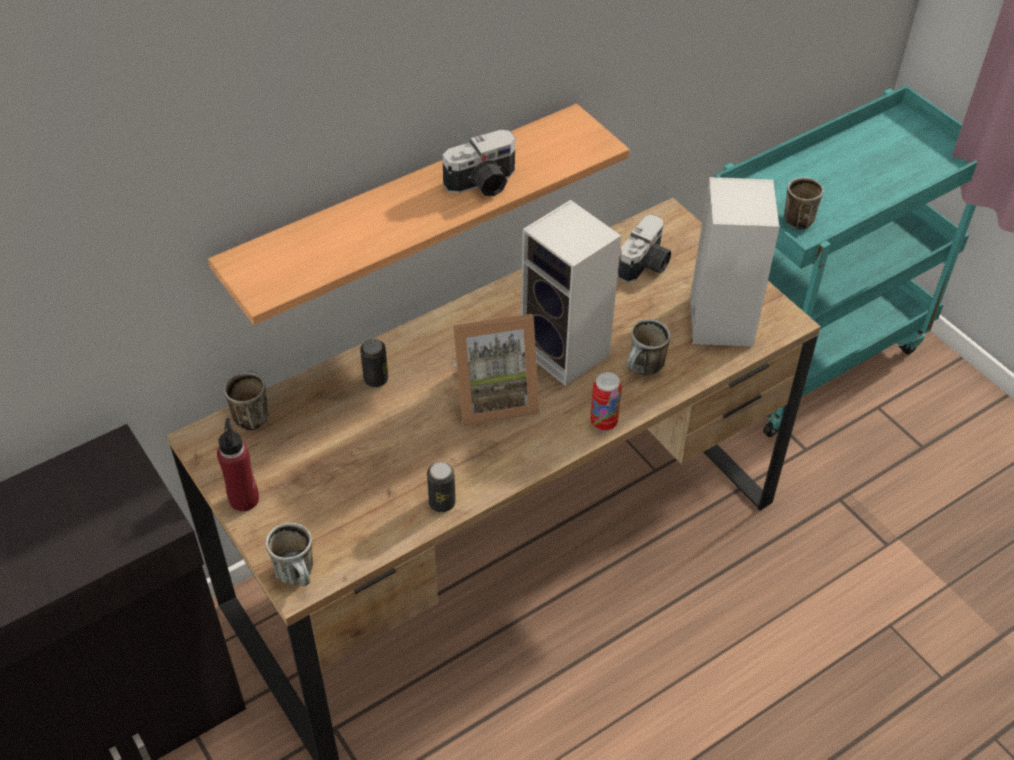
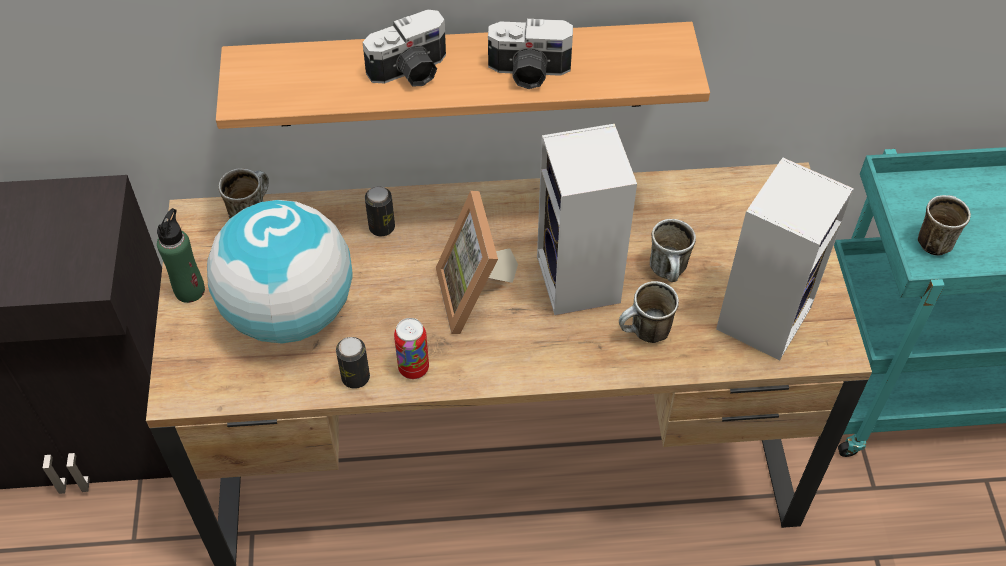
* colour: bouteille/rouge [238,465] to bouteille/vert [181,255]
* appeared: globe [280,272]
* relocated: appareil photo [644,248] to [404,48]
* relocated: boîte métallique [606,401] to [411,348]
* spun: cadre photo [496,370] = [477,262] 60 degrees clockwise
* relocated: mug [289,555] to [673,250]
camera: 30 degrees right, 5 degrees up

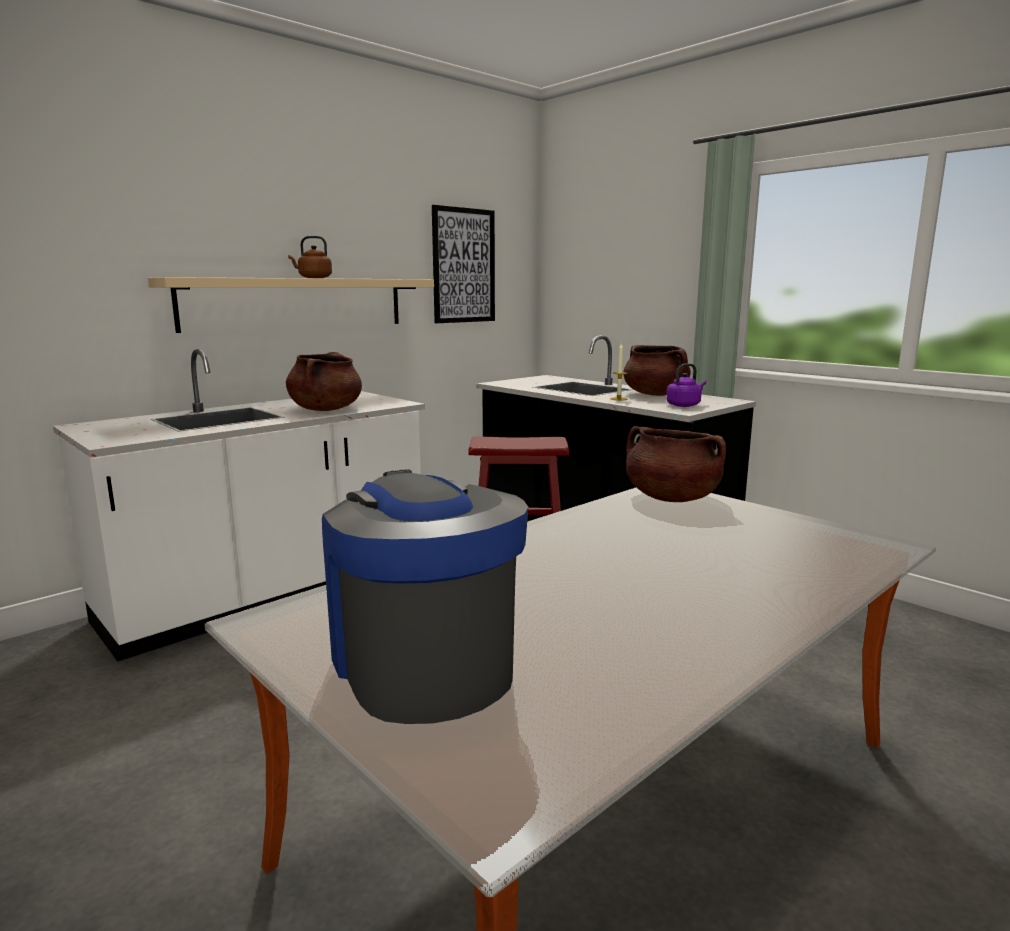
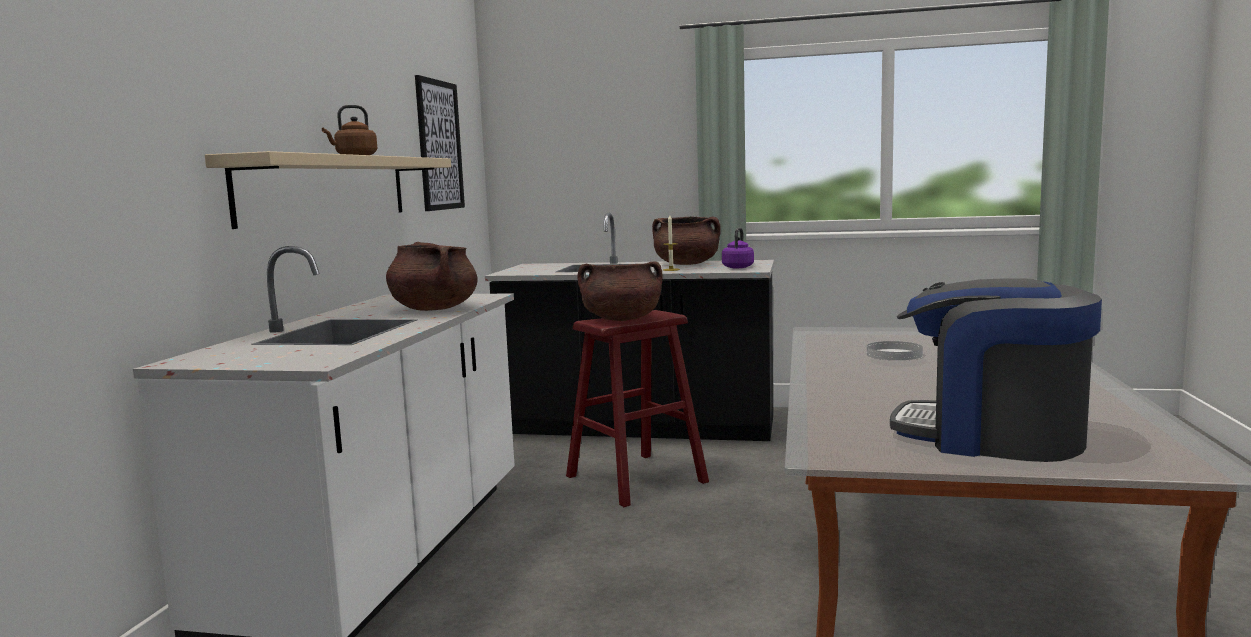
* relocated: marmite/marron [676,464] to [619,291]
* appeared: assiette/blanc [895,350]
camera: 35 degrees left, 5 degrees down

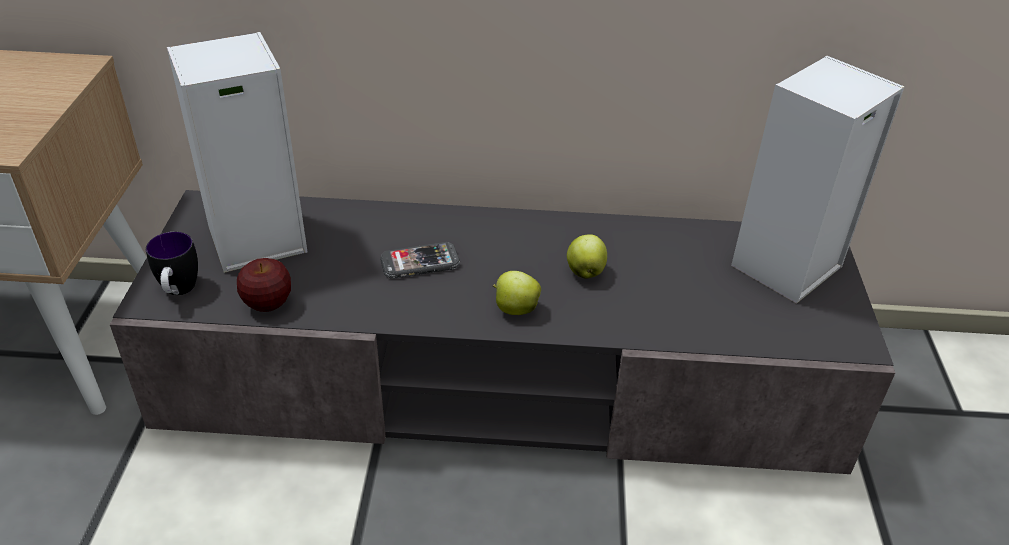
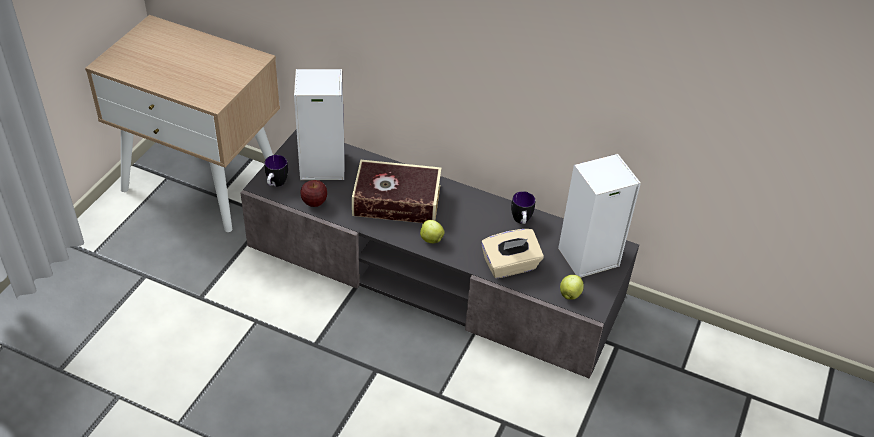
* exchanged: téléphone [420,260] to livre [397,191]
* appeared: boîte à mouchoirs/beige [512,254]
* appeared: mug [523,207]
* relocated: pomme [587,256] to [572,287]
camera: 20 degrees right, 5 degrees up

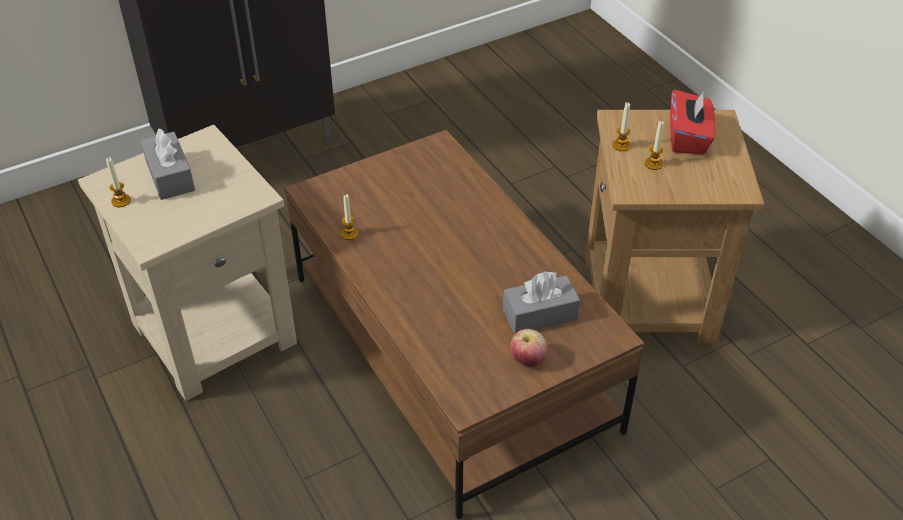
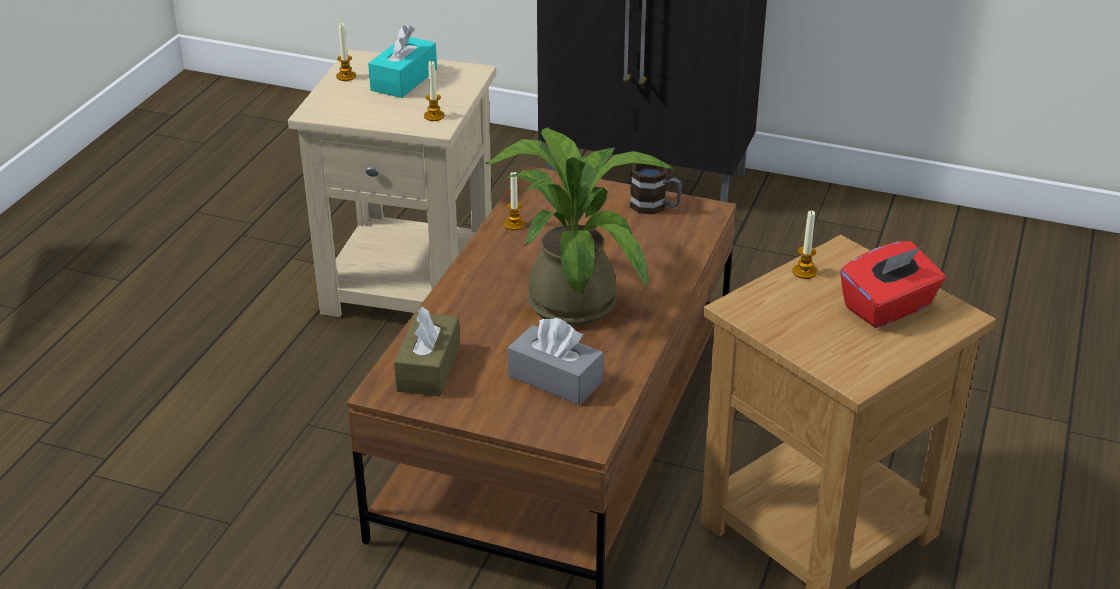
* colour: boîte à mouchoirs/gris [168,164] to boîte à mouchoirs/turquoise [402,61]
* appeared: boîte à mouchoirs/marron [427,351]
* relocated: bougie [654,145] to [434,90]
* appeared: plante en pot [579,226]
* appeared: mug [656,188]
* missing: pomme [528,348]
camera: 50 degrees right, 10 degrees down

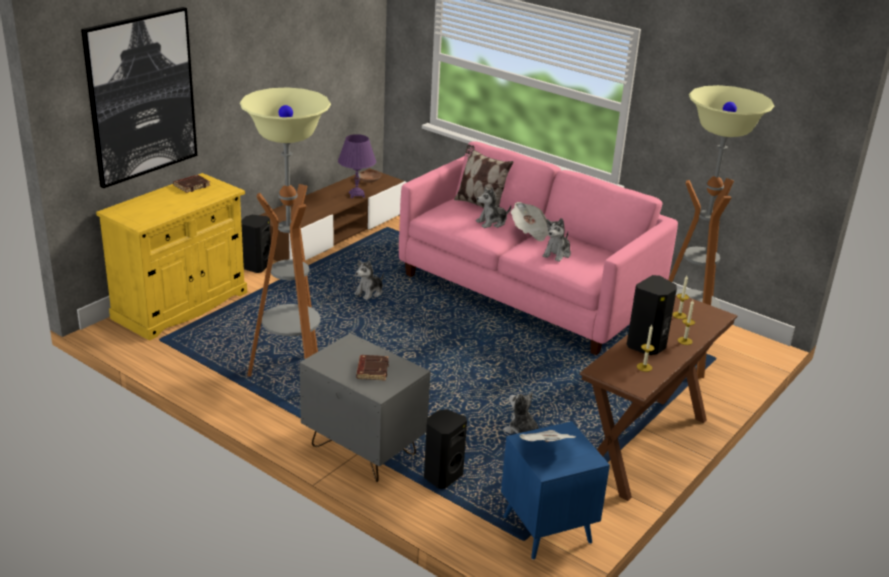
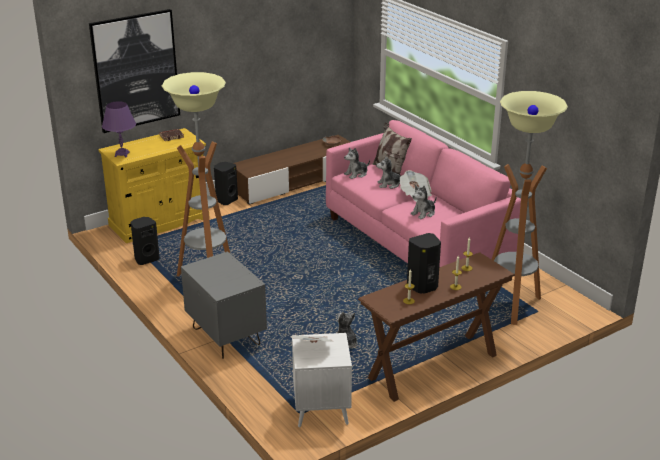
* relocated: lampe de table/violet [357,166] to [119,129]
* relocated: enceinte/noir [445,449] to [145,241]
* colour: table d'appoint/bleu [555,490] to table d'appoint/blanc [322,380]
* relocated: peluche [369,280] to [357,163]
* missing: livre/marron [372,368]
camera: 20 degrees right, 0 degrees up

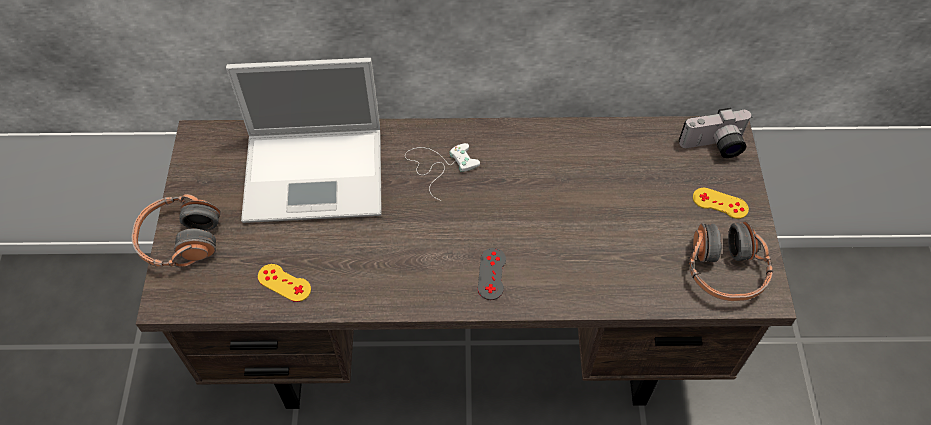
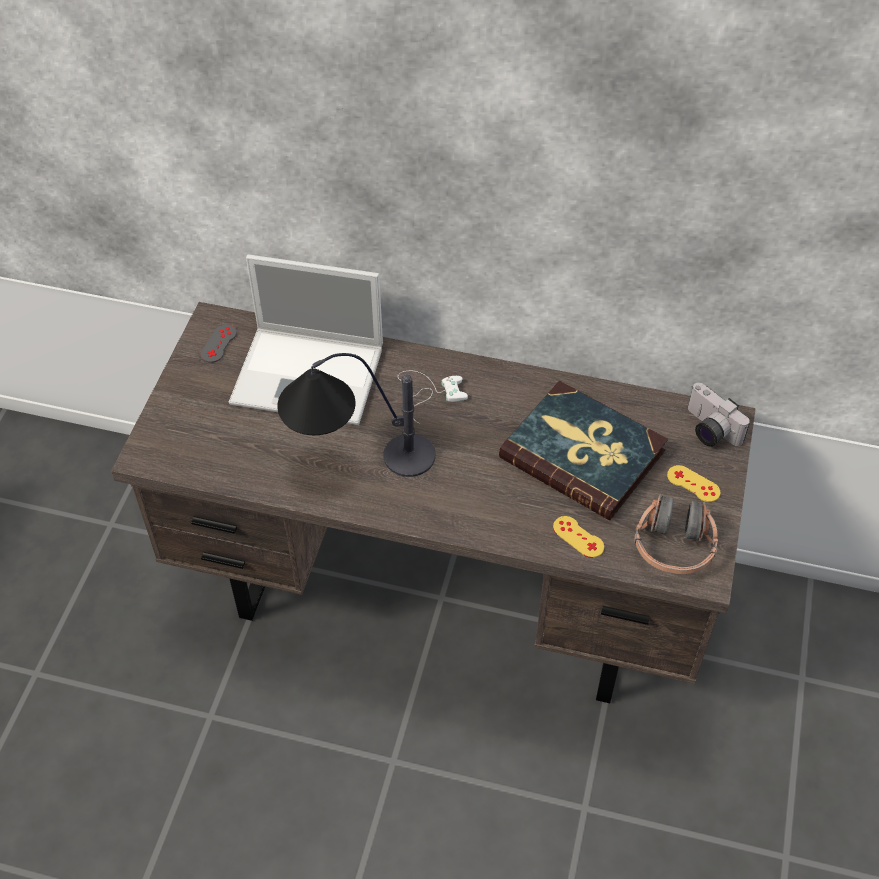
* relocated: manette/gris [492,274] to [219,343]
* appeared: lampe de table [356,415]
* appeared: livre [583,451]
* relocated: manette/jaune [284,283] to [578,537]
* spun: appareil photo [715,132] = [719,415] 45 degrees clockwise
* missing: casque audio [176,231]
camera: 15 degrees right, 5 degrees down

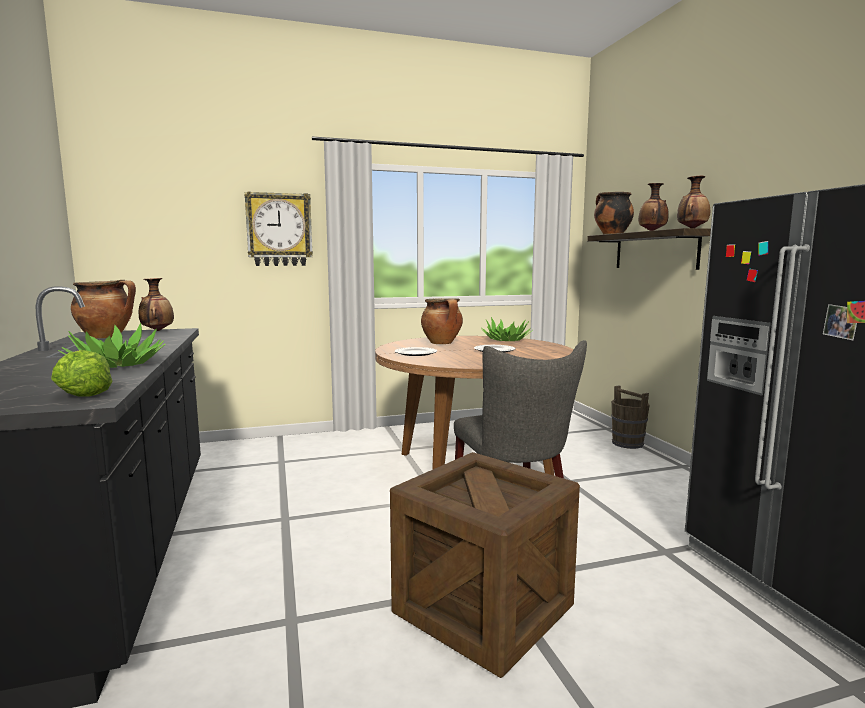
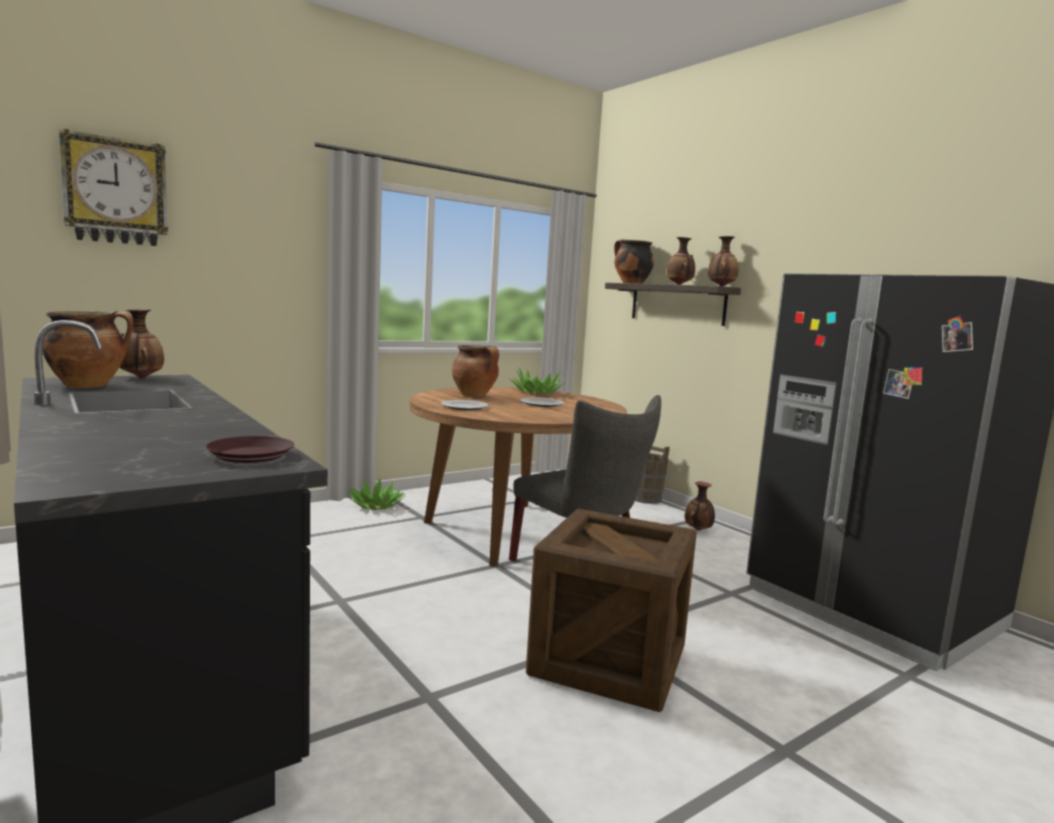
* relocated: horloge murale [278,228] to [113,187]
* exchanged: laitue [81,373] to assiette/marron [249,449]
* relocated: plante en pot [111,345] to [376,493]
* appeared: vase [700,506]
camera: 20 degrees left, 0 degrees up

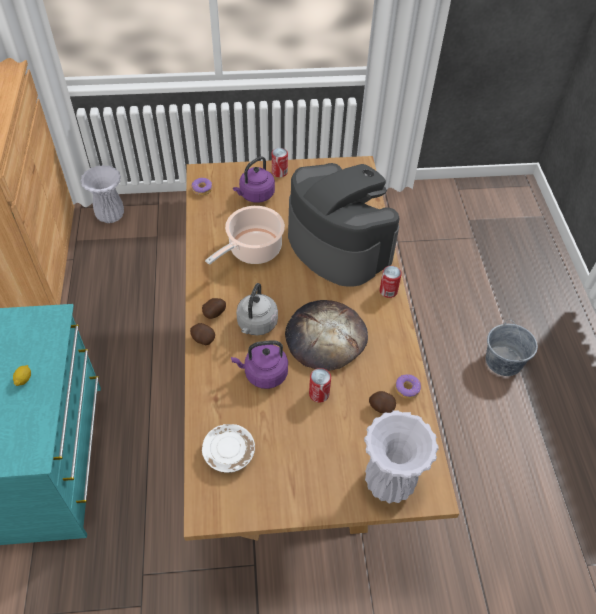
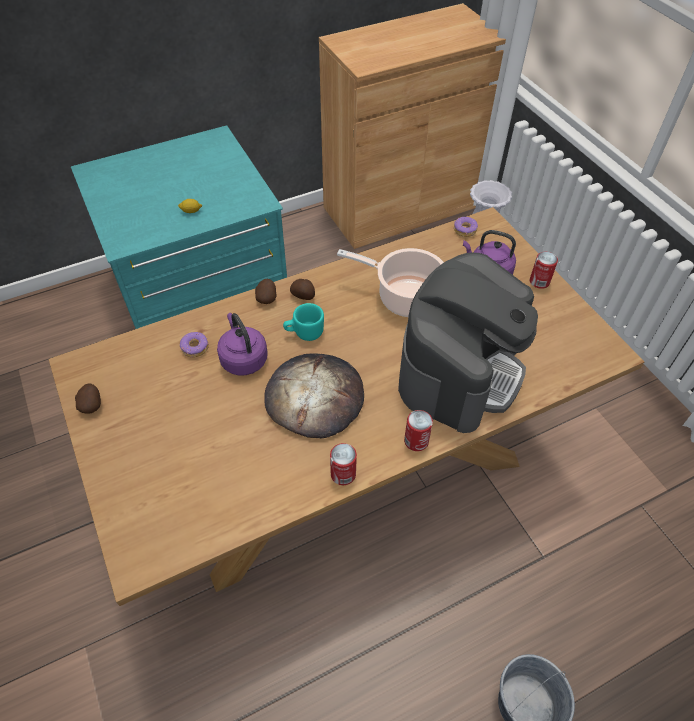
* relocated: pomme de terre [382,402] to [88,398]
* relocated: beignet [408,386] to [194,344]
* exchanged: bouilloire/gris [257,309] to mug/turquoise [303,322]
* relocated: boîte métallique [320,385] to [343,464]
* missing: assiette/blanc [228,448]
* missing: vase/blanc [401,456]
camera: 70 degrees right, 0 degrees up

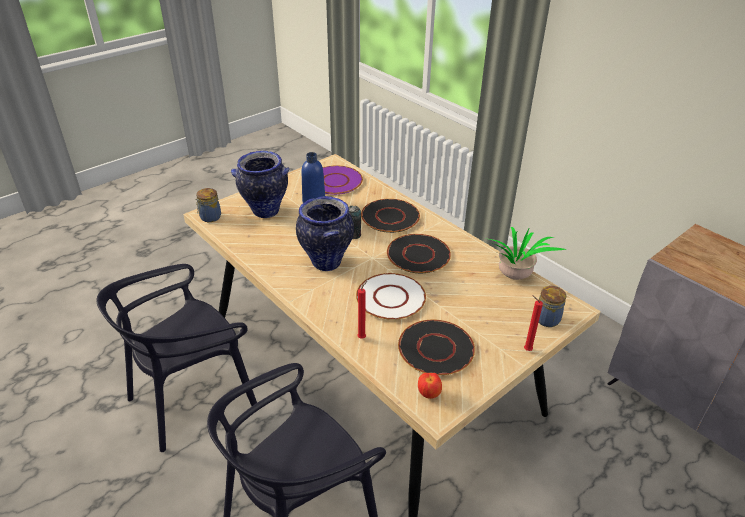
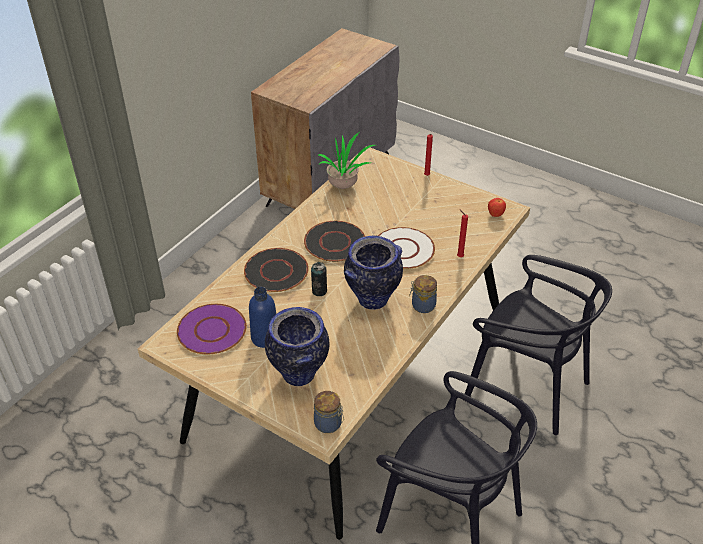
* relocated: bocal [552,306] to [423,294]
* missing: assiette/noir [436,347]
camera: 105 degrees left, 5 degrees up

